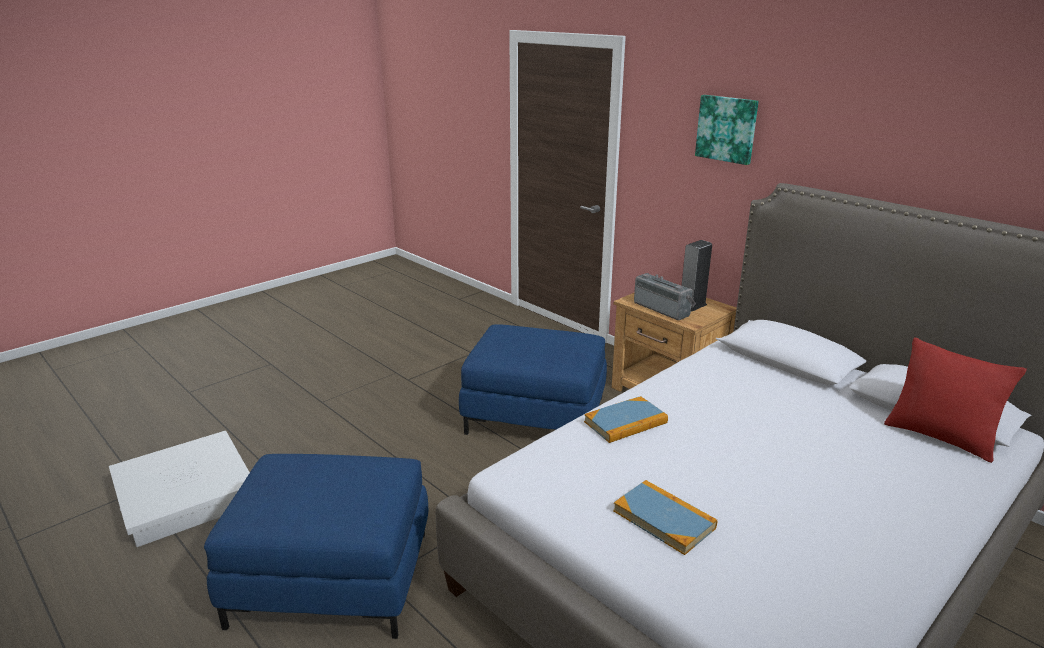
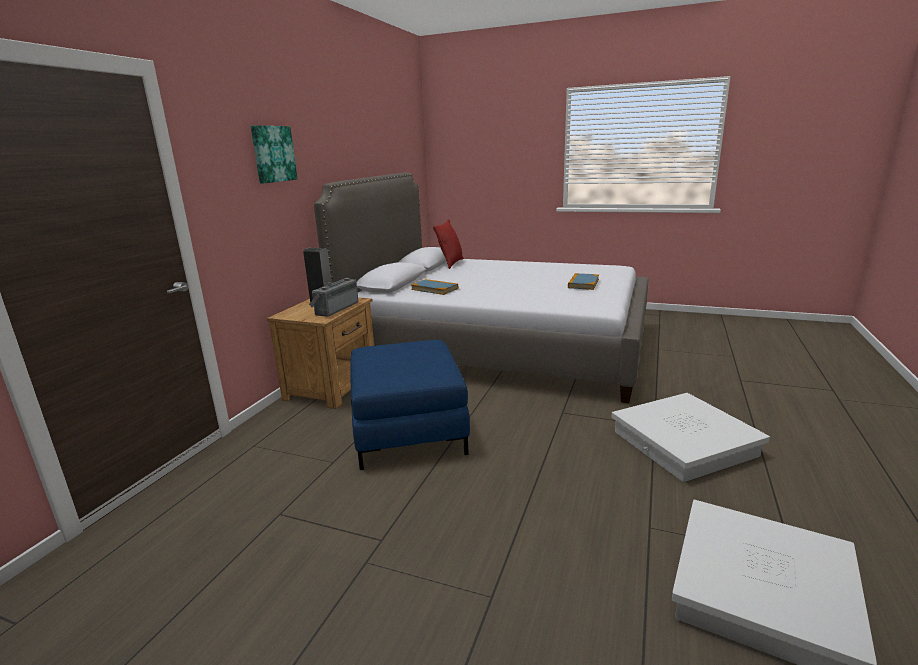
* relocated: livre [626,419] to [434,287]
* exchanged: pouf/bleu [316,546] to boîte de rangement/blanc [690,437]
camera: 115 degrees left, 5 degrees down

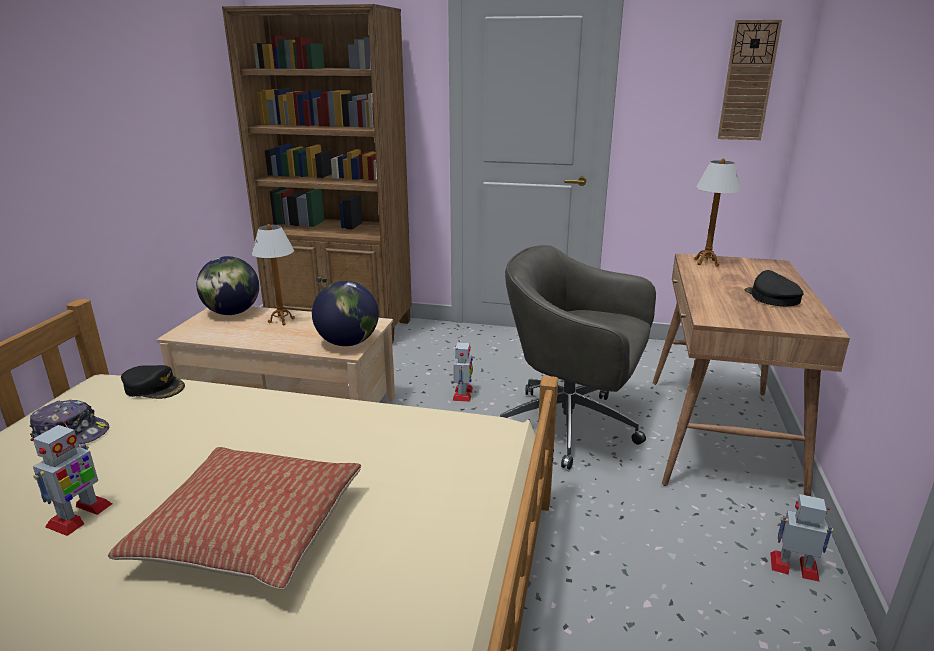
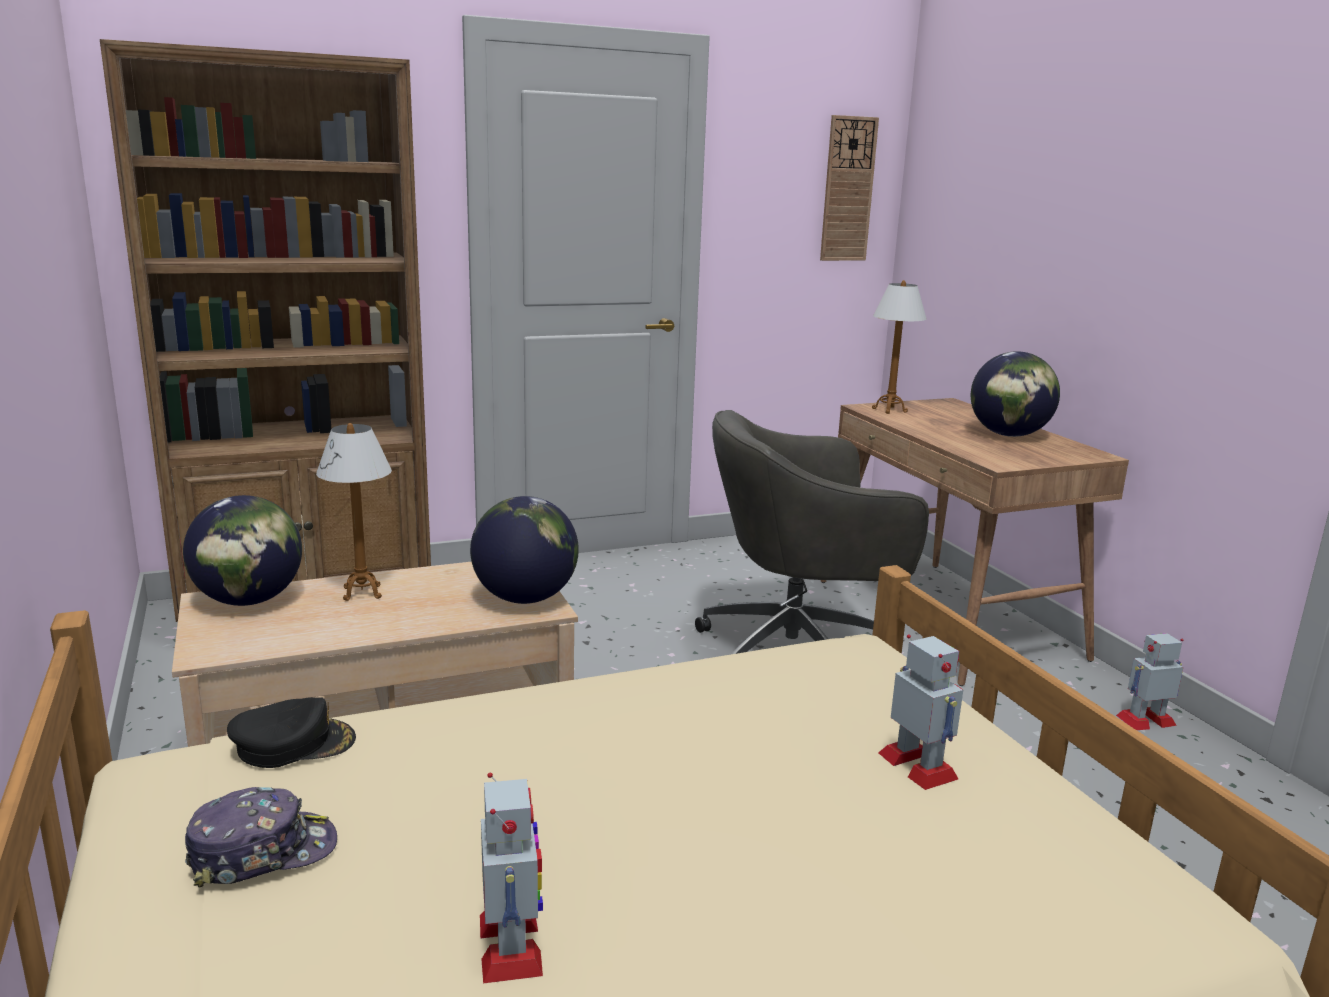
* relocated: robot jouet [463,371] to [920,712]
* exchanged: casquette/noir [774,288] to globe [1015,394]
* missing: coussin [234,518]
camera: 35 degrees left, 5 degrees down

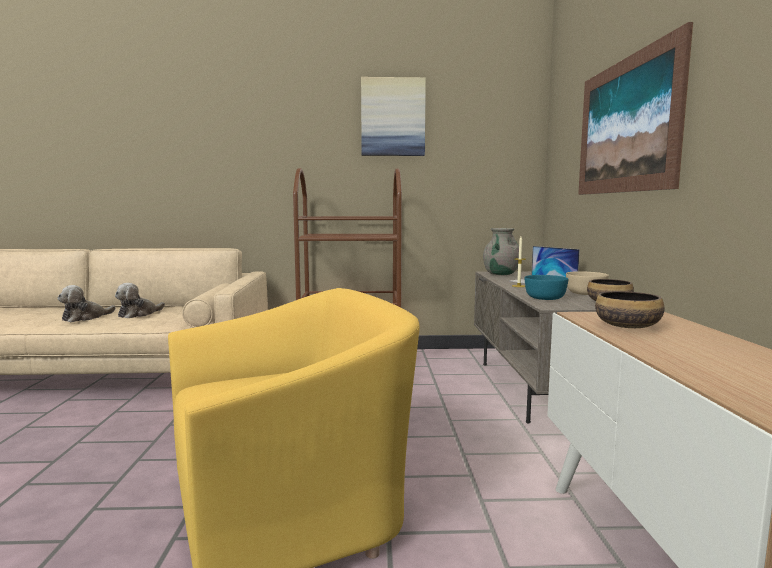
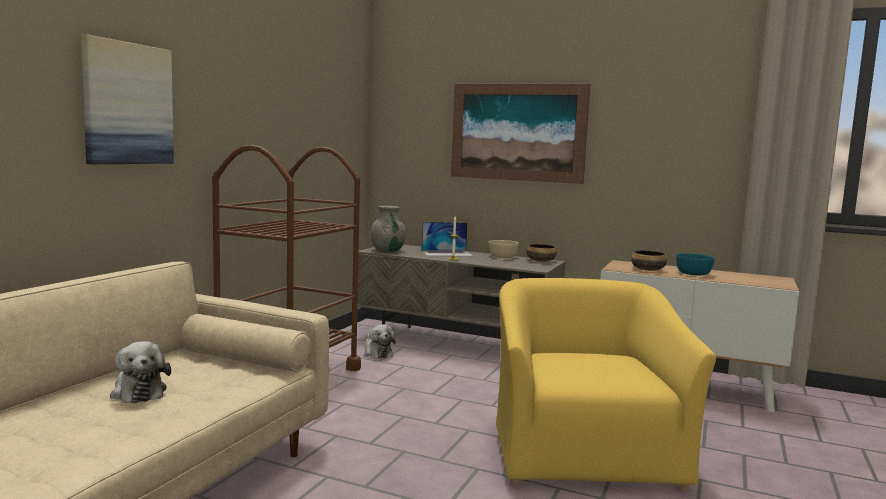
* relocated: tableau [393,116] to [127,99]
* relocated: peluche [86,303] to [380,341]
* relocated: bol/turquoise [547,287] to [695,264]
camera: 65 degrees left, 0 degrees up

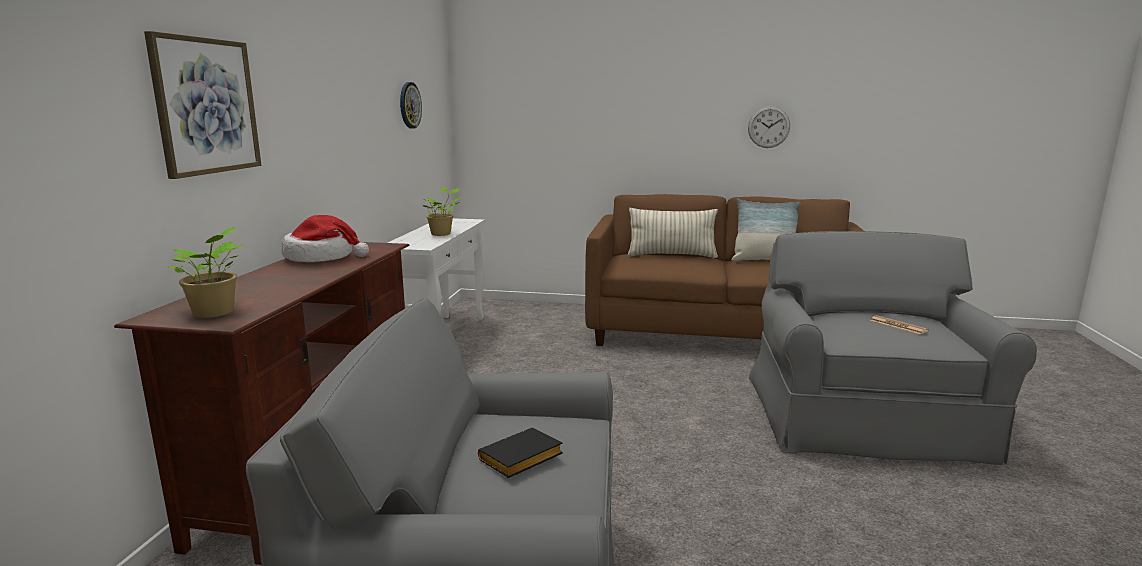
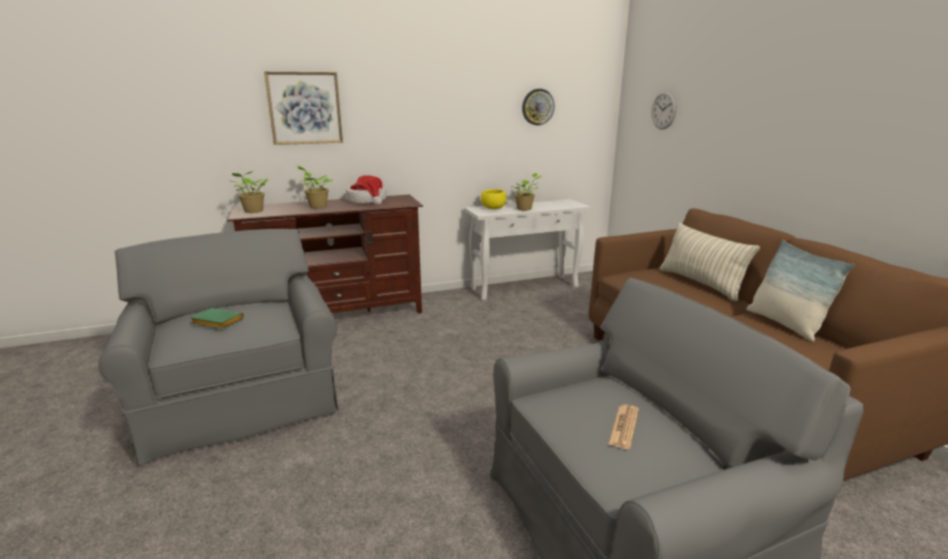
* colour: livre/noir [520,453] to livre/vert [217,318]
* appeared: plante en pot [315,186]
* appeared: bol/jaune [493,199]
* relocated: horloge murale [769,127] to [664,110]
camera: 60 degrees right, 5 degrees up

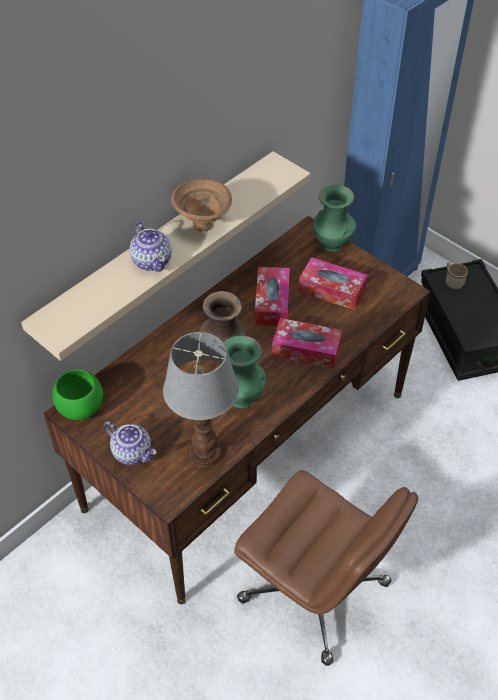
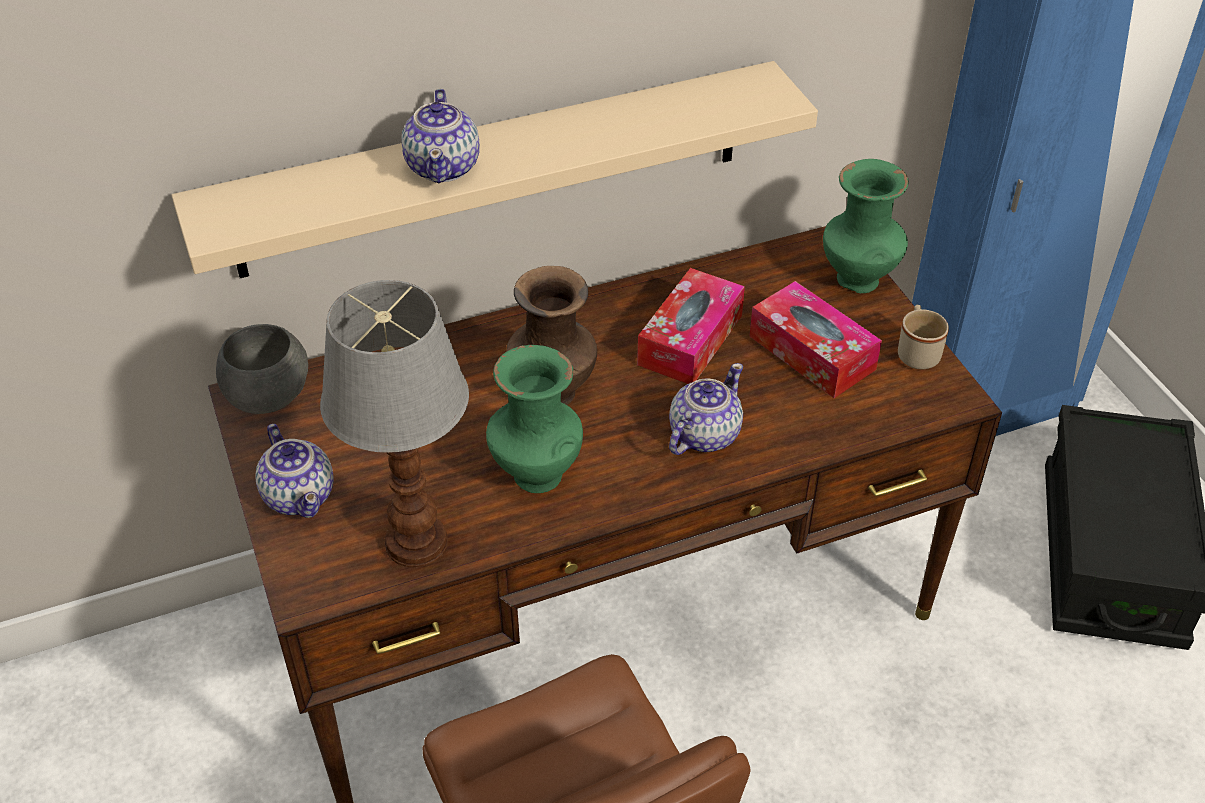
* colour: bol/vert [77,395] to bol/gris [262,369]
* exchanged: boîte à mouchoirs [307,343] to théière [706,409]
* relocated: mug/beige [457,275] to [923,337]
* missing: bol/marron [201,205]
camera: 25 degrees right, 5 degrees down

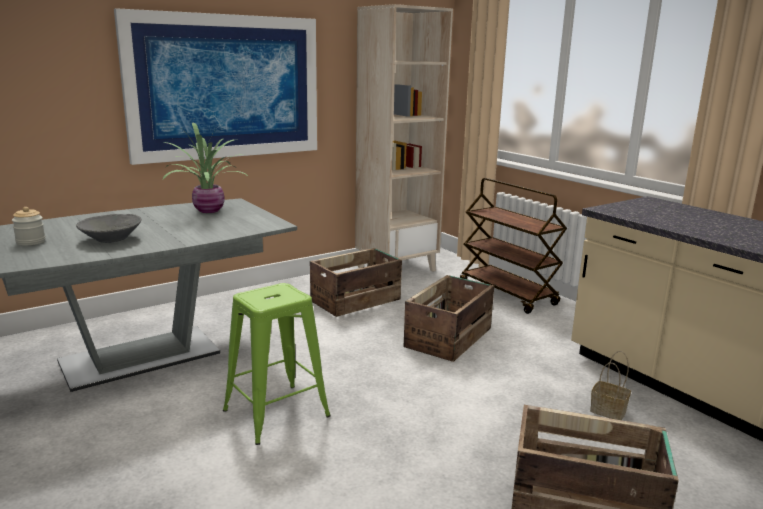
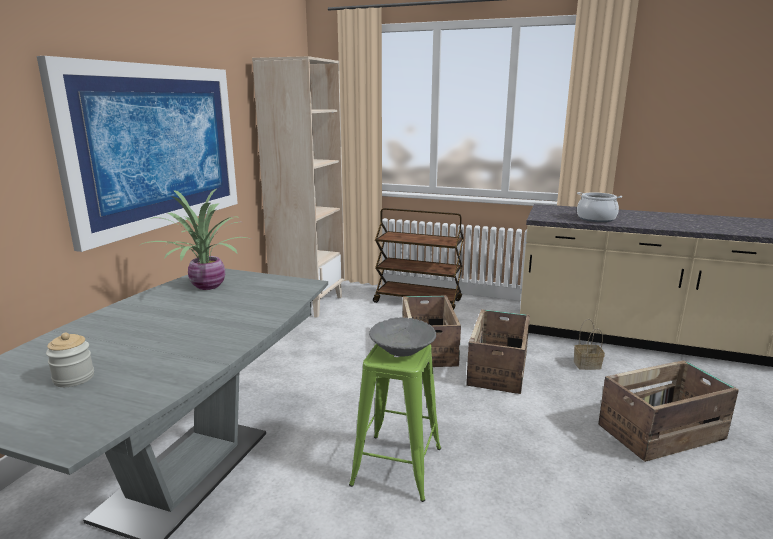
* relocated: bol/gris [108,228] to [402,337]
* relocated: caisse [356,282] to [498,351]
* appeared: marmite [599,207]
camera: 35 degrees left, 0 degrees up

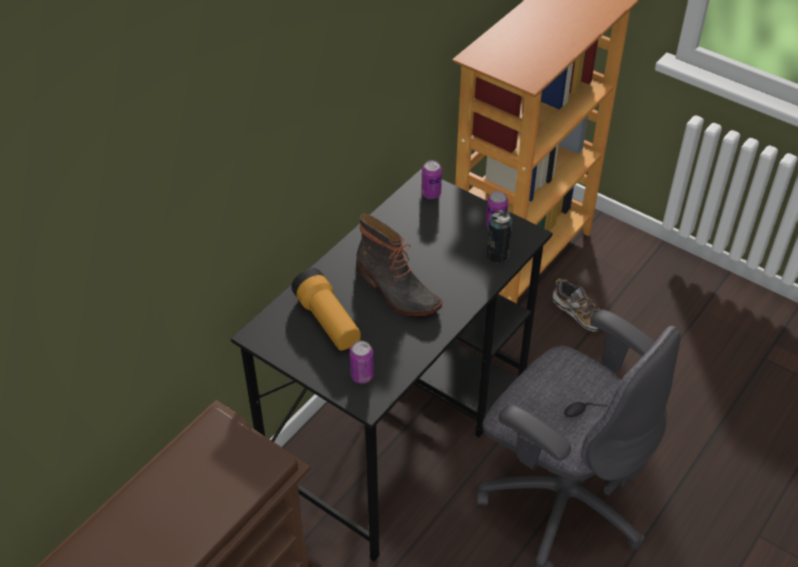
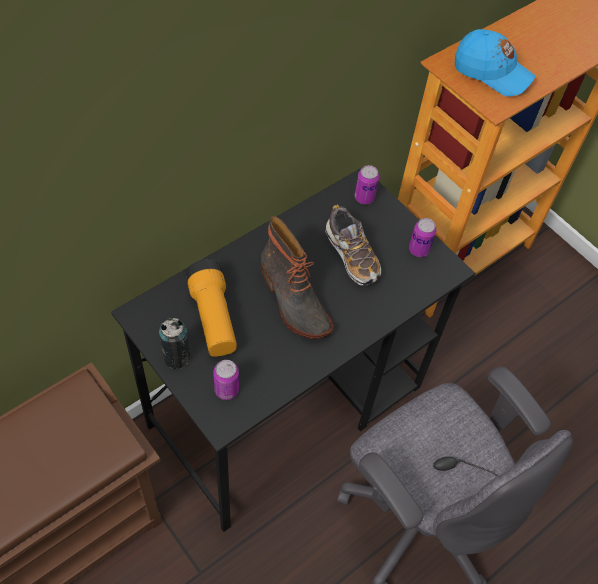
* relocated: boîte métallique [500,236] to [174,343]
* relocated: chaussure [576,305] to [353,245]
* appeared: casquette/bleu [495,63]
camera: 10 degrees right, 10 degrees up

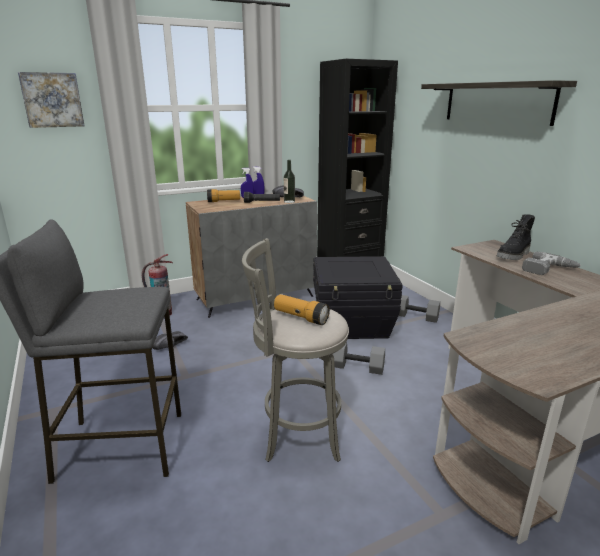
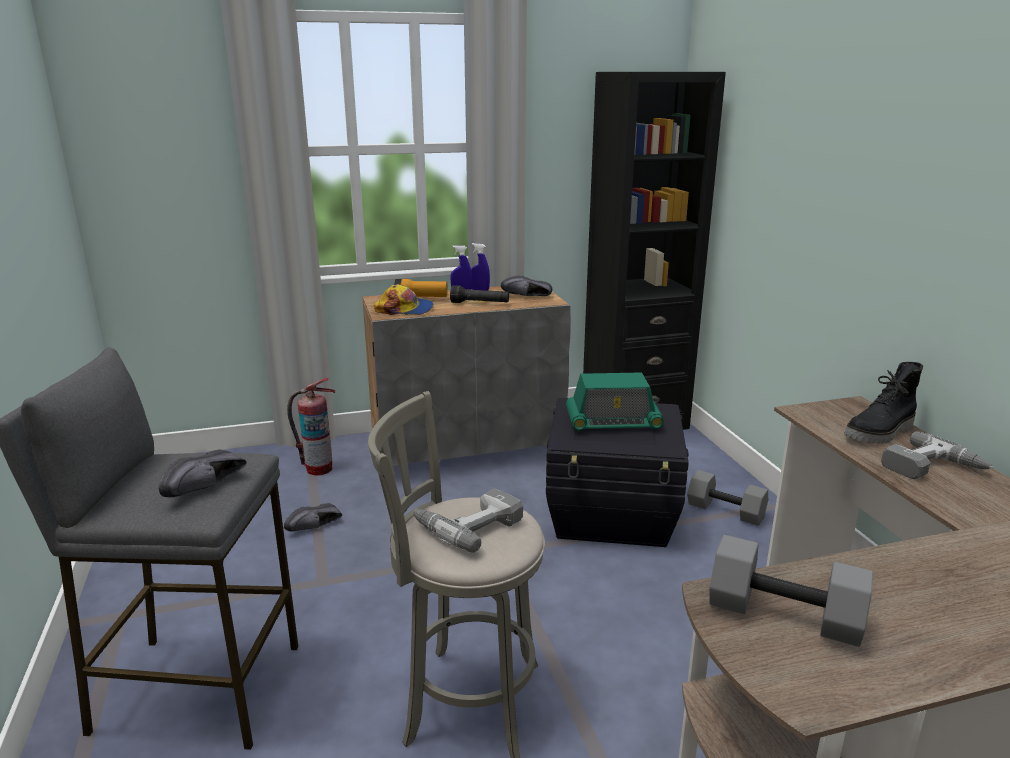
* appeared: chaussure/noir [202,473]
* appeared: casquette [403,299]
* exchanged: lampe de poche [302,309] to perceuse [468,521]
* appeared: radio [615,402]
* relocated: haltère/gris [359,358] to [791,591]
* missing: tableau [51,100]
* missing: bouteille [289,181]
* missing: étagère [499,103]
camera: 10 degrees right, 0 degrees up

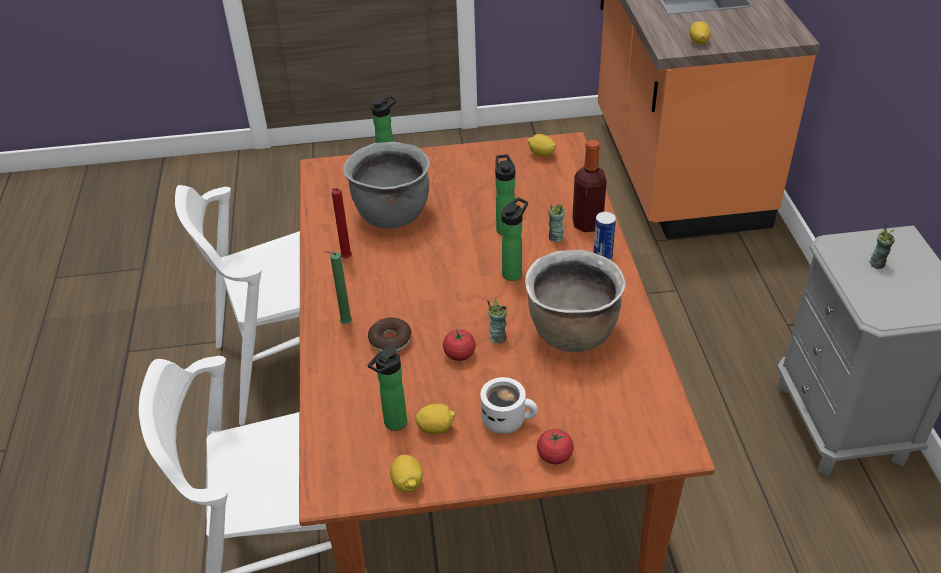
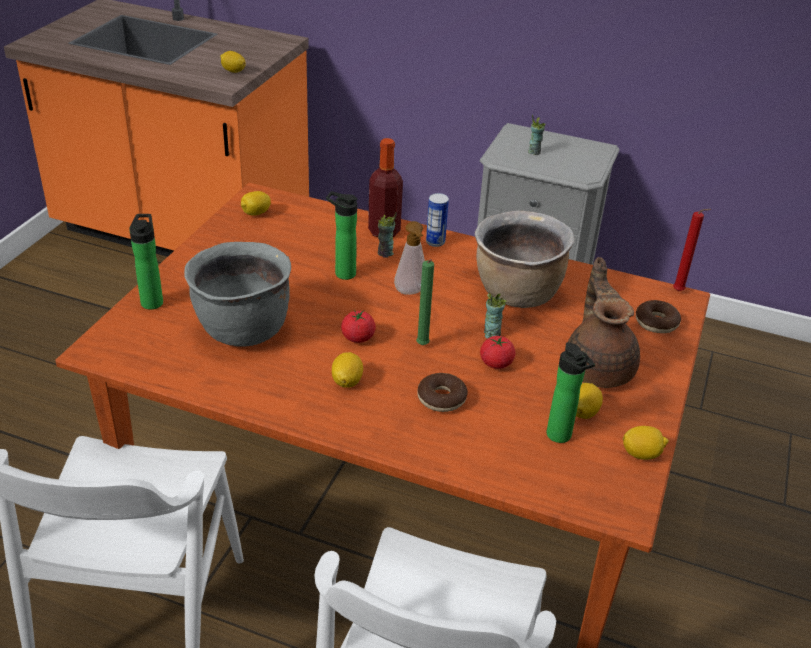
* appeared: citron [347,370]
* relocated: tomate [555,446] to [358,326]
* exchanged: bouteille [514,239] to distributeur de savon [409,258]
* relocated: bougie/vert [338,287] to [425,302]
* exchanged: mug/blanc [509,405] to théière/marron [604,322]
* appeared: beignet [658,316]
* relocated: bougie/rouge [341,223] to [692,250]
camera: 65 degrees left, 5 degrees down

